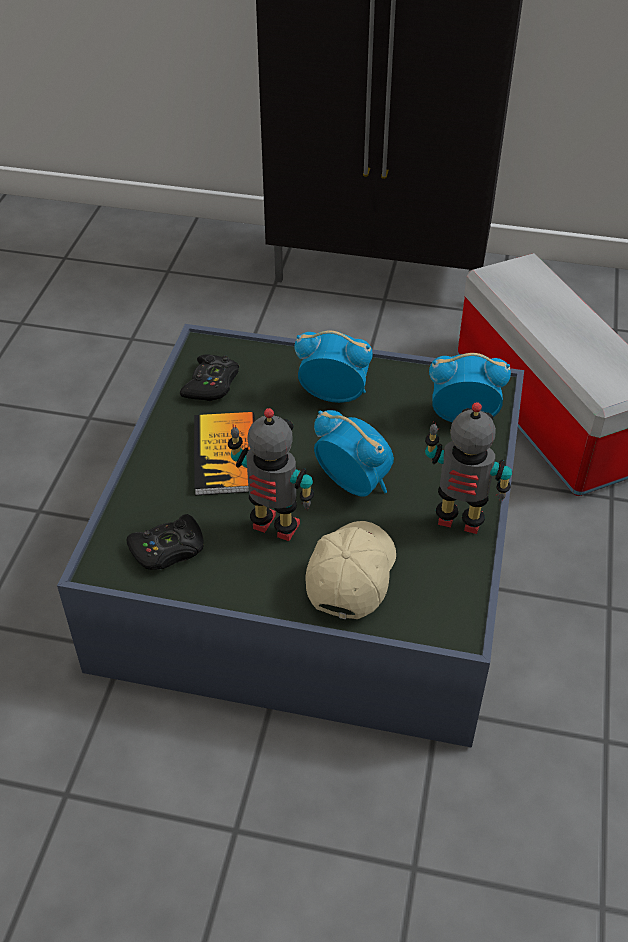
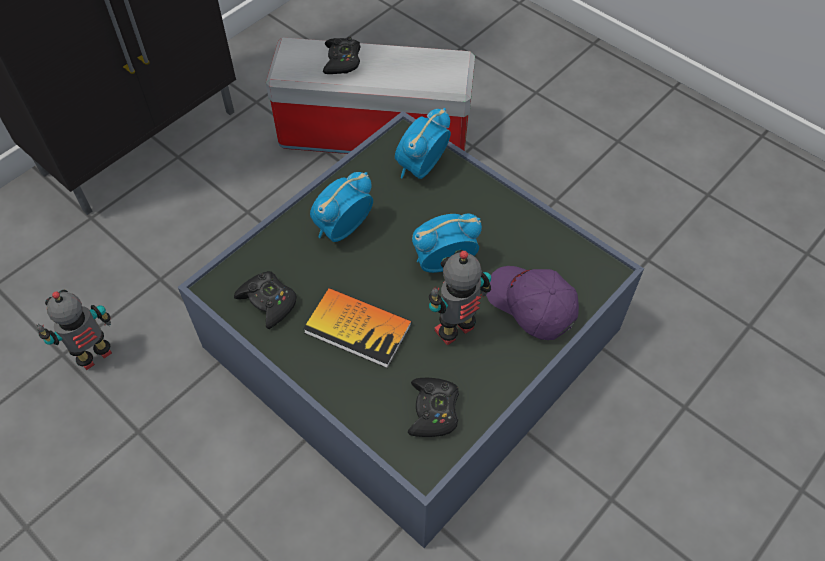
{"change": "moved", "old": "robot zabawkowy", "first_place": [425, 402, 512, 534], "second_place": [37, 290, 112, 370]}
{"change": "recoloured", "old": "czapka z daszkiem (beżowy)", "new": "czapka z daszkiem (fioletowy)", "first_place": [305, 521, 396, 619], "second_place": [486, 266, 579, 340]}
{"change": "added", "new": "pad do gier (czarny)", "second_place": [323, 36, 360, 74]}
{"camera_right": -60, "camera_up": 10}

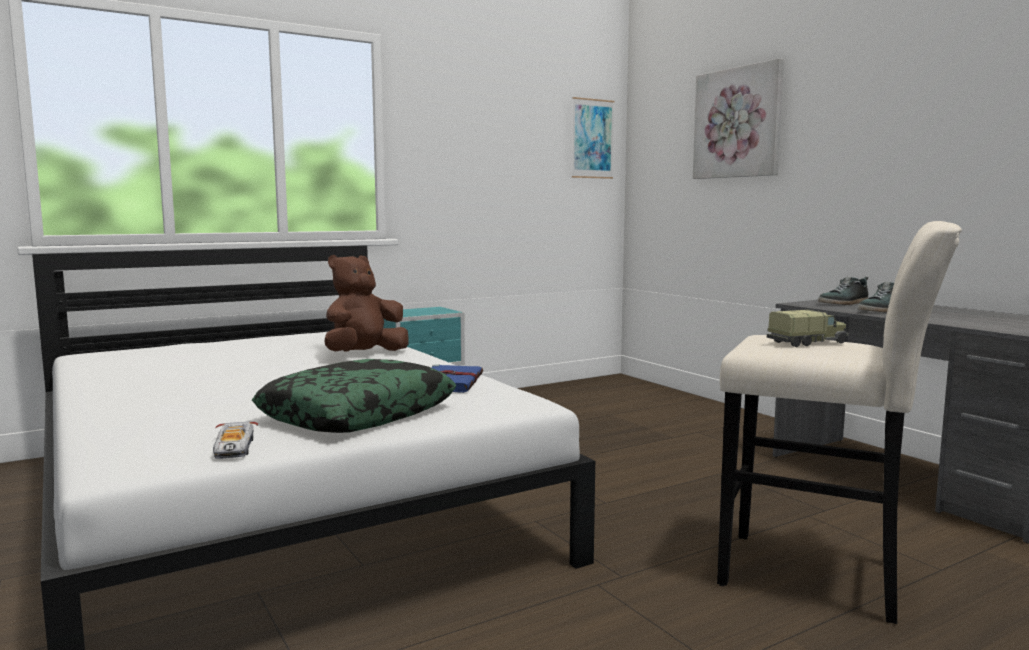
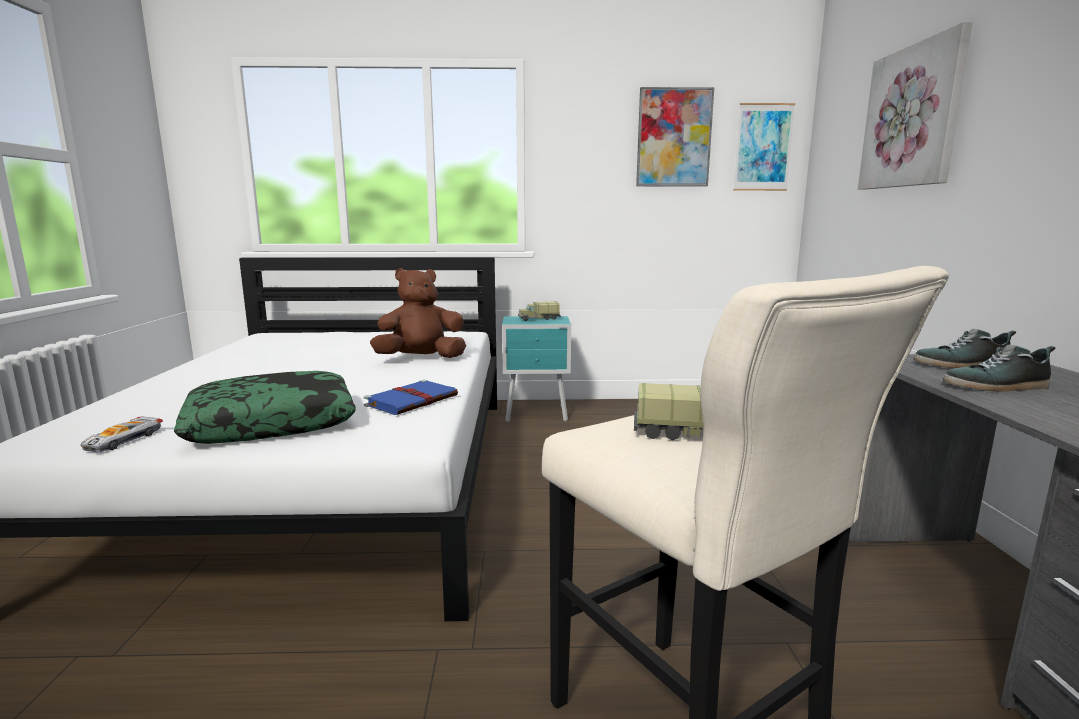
{"change": "added", "new": "obraz", "second_place": [636, 87, 714, 186]}
{"change": "added", "new": "ciężarówka zabawkowa", "second_place": [518, 301, 560, 321]}
{"camera_right": 30, "camera_up": 5}

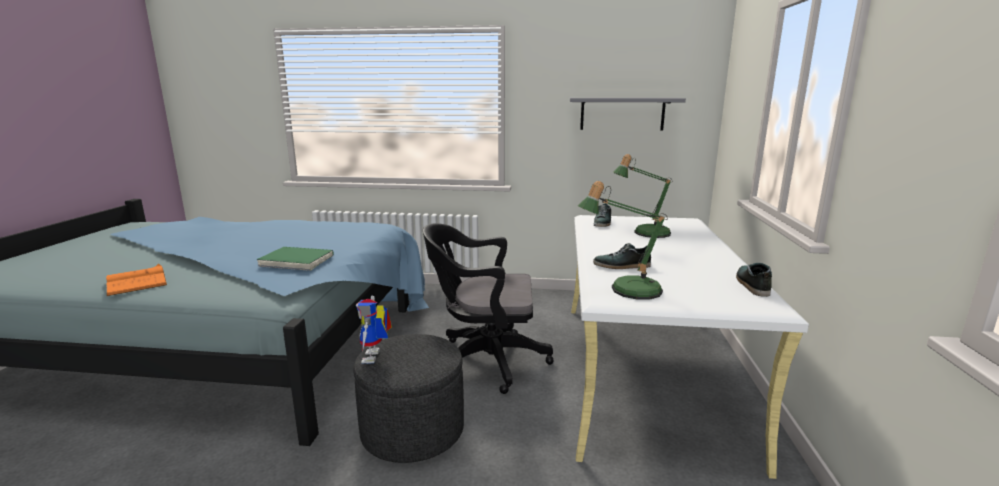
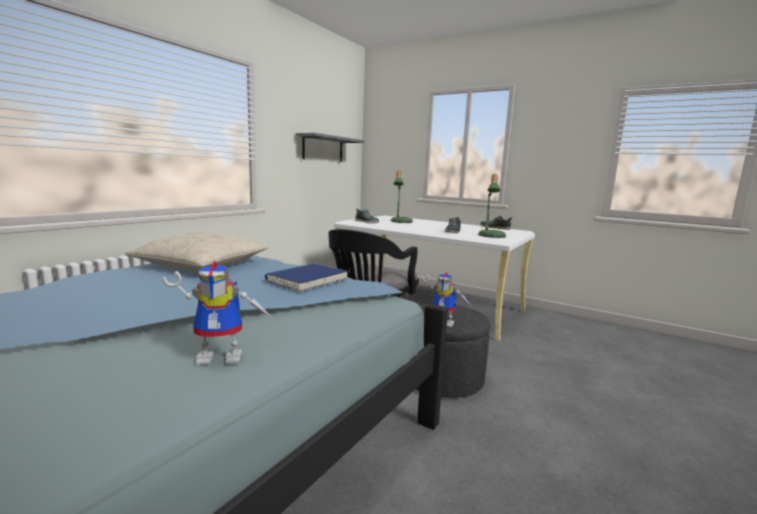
{"change": "recoloured", "old": "książka (zielony)", "new": "książka (niebieski)", "first_place": [256, 247, 334, 271], "second_place": [265, 263, 348, 292]}
{"change": "replaced", "old": "książka (pomarańczowy)", "new": "robot zabawkowy", "first_place": [106, 264, 167, 296], "second_place": [162, 261, 275, 365]}
{"change": "added", "new": "poduszka (beżowy)", "second_place": [125, 232, 269, 271]}
{"camera_right": -65, "camera_up": -5}

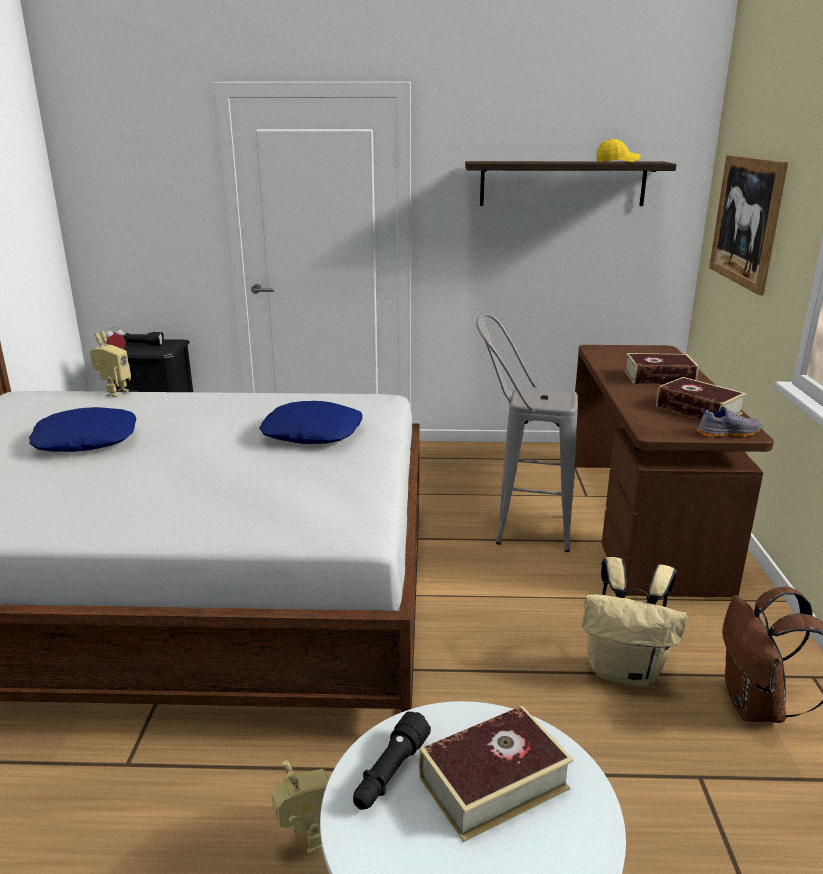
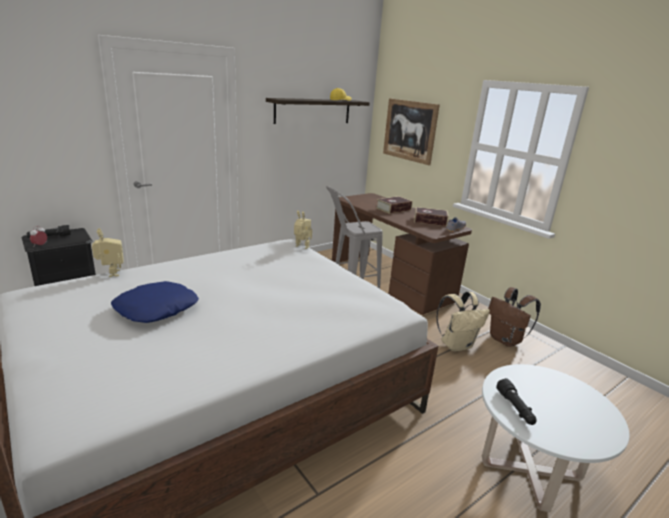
{"change": "removed", "old": "poduszka (niebieski)", "first_place": [259, 401, 363, 444]}
{"change": "removed", "old": "książka", "first_place": [419, 706, 573, 842]}
{"change": "moved", "old": "robot zabawkowy", "first_place": [271, 760, 329, 854], "second_place": [294, 211, 312, 249]}
{"camera_right": -40, "camera_up": 0}

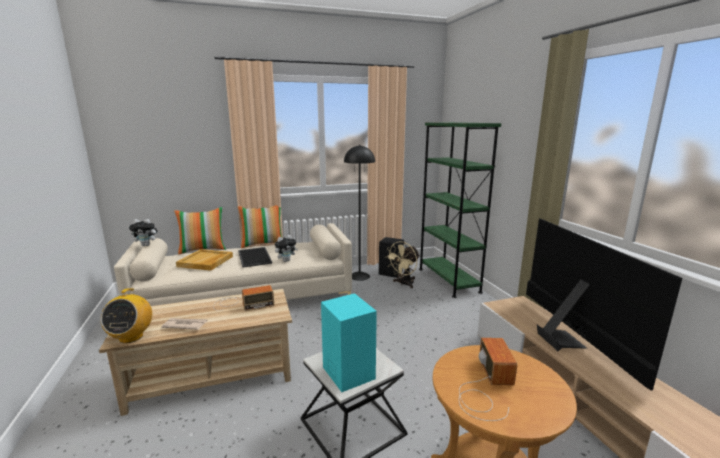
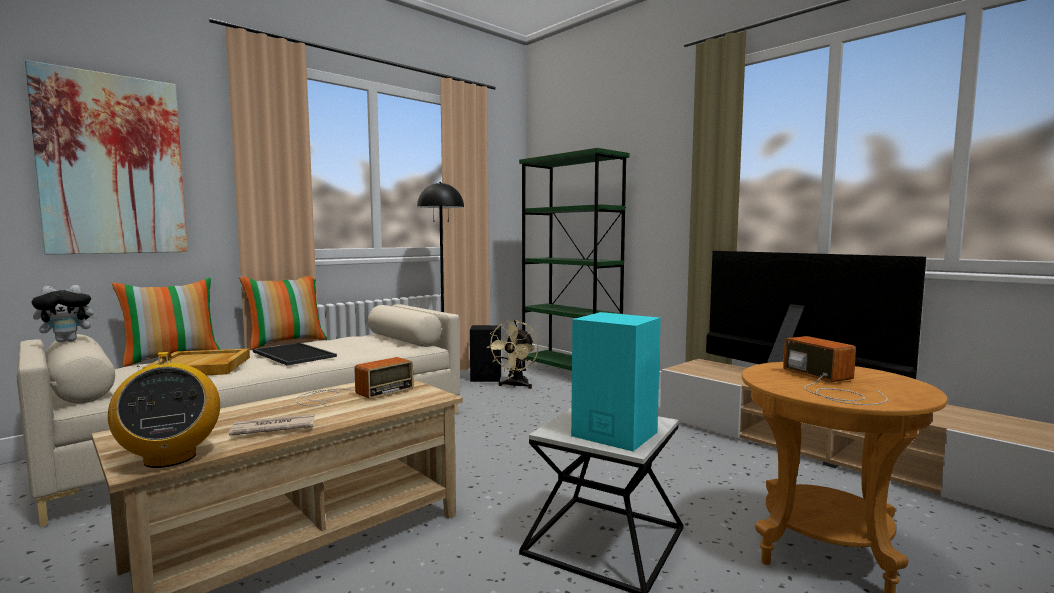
{"change": "removed", "old": "pluszak", "first_place": [275, 235, 298, 262]}
{"change": "added", "new": "obraz", "second_place": [25, 60, 188, 255]}
{"camera_right": -25, "camera_up": -10}

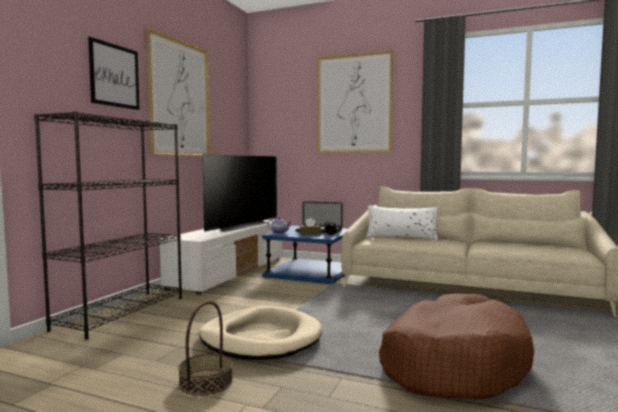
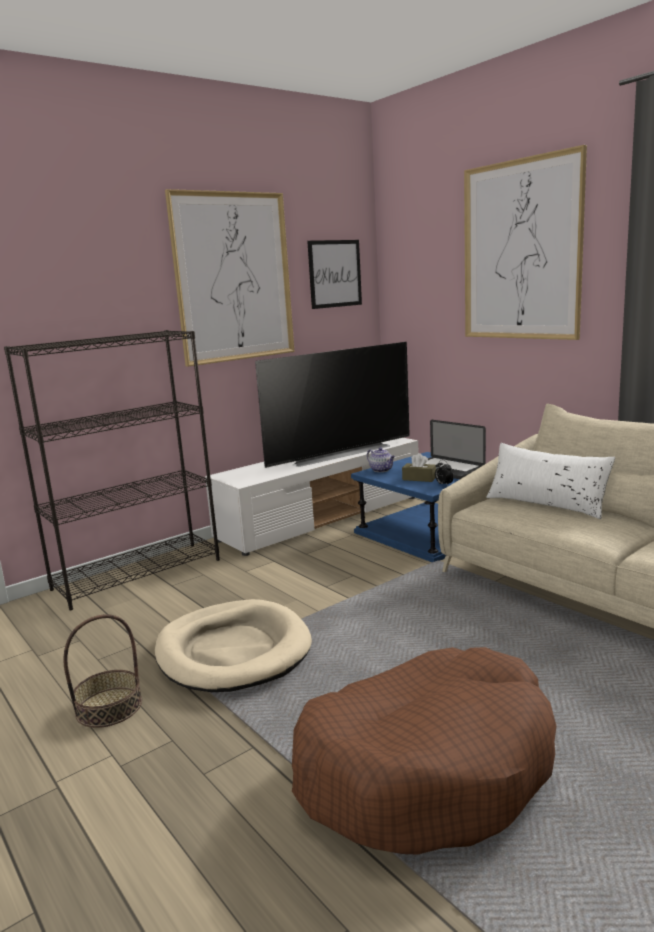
{"change": "moved", "old": "obraz", "first_place": [88, 37, 140, 110], "second_place": [307, 240, 362, 309]}
{"camera_right": 30, "camera_up": 10}

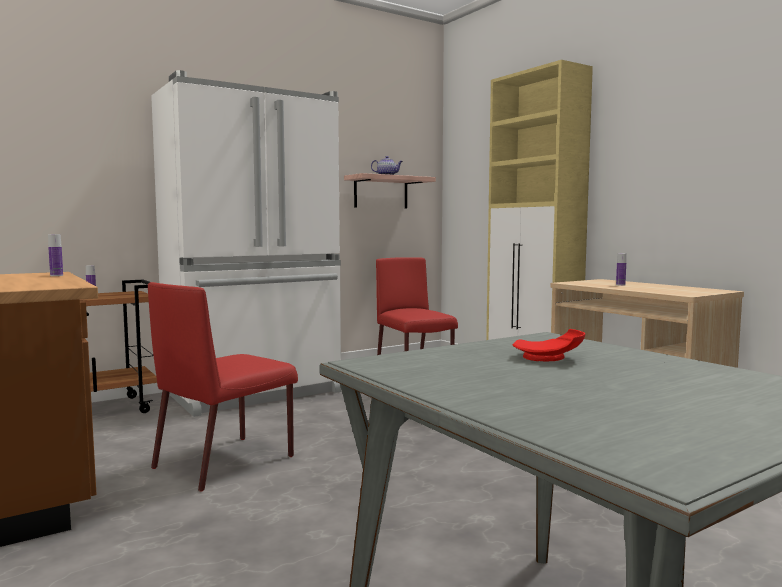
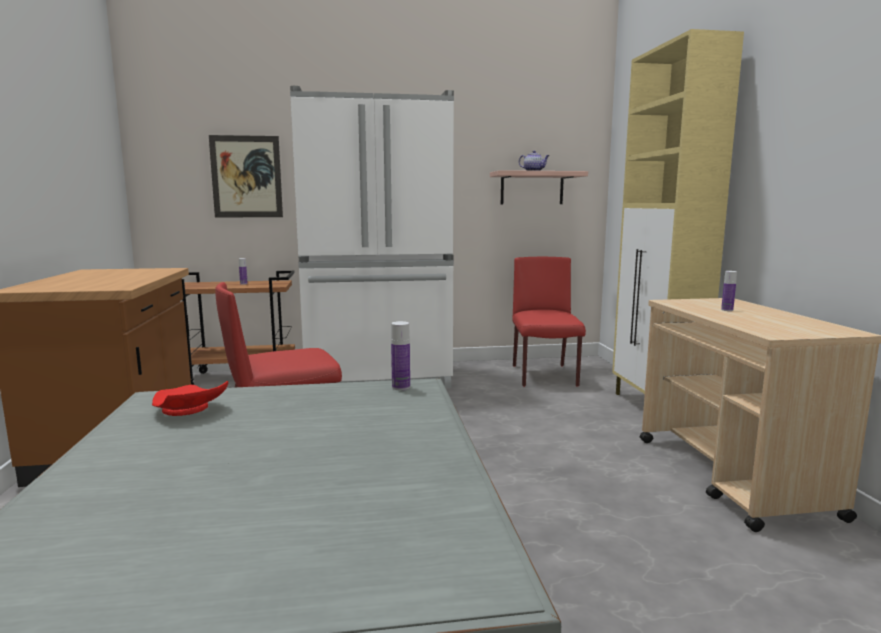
{"change": "moved", "old": "butelka", "first_place": [48, 234, 63, 276], "second_place": [391, 321, 410, 390]}
{"change": "moved", "old": "talerz (czerwony)", "first_place": [512, 329, 585, 362], "second_place": [152, 381, 228, 416]}
{"change": "added", "new": "obraz", "second_place": [209, 135, 283, 217]}
{"camera_right": 25, "camera_up": 5}

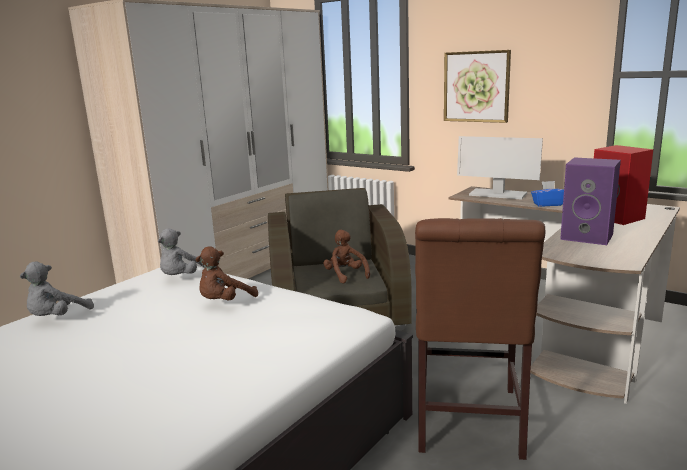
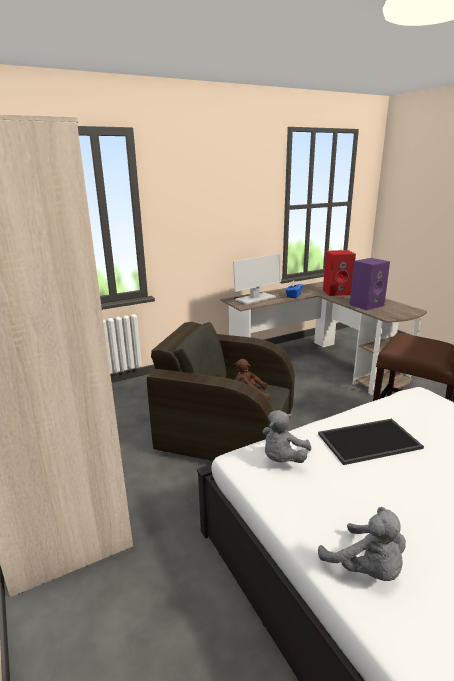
{"change": "removed", "old": "obraz", "first_place": [444, 50, 511, 123]}
{"change": "turned", "old": "pluszak (szary)", "first_place": [158, 228, 205, 275], "second_place": [263, 410, 311, 463], "degrees": 75}
{"change": "replaced", "old": "pluszak (brązowy)", "new": "taca", "first_place": [196, 246, 258, 300], "second_place": [318, 419, 424, 465]}
{"camera_right": -65, "camera_up": 5}

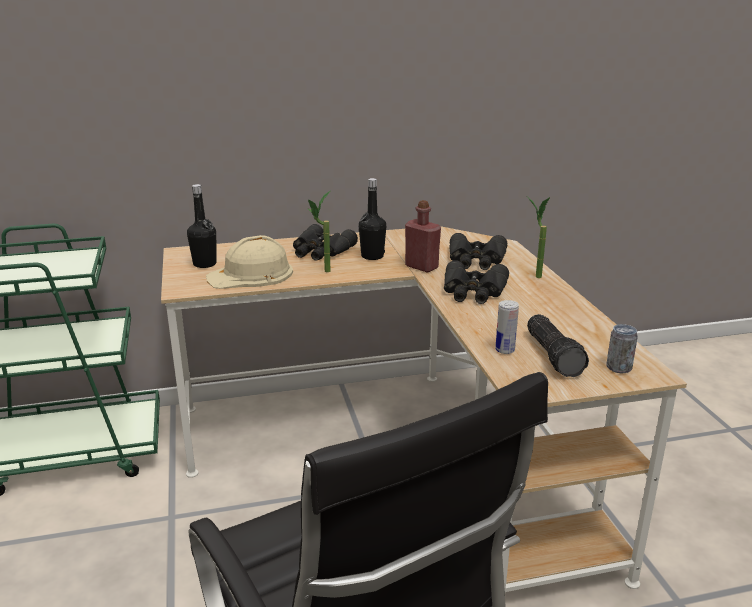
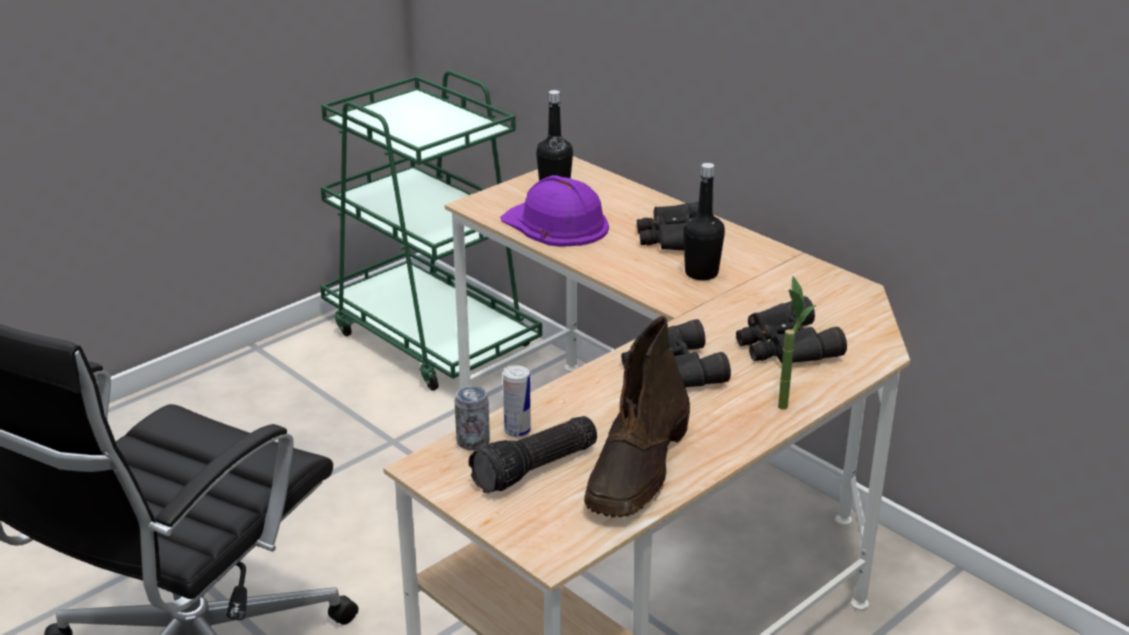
{"change": "removed", "old": "roślina doniczkowa", "first_place": [307, 191, 331, 272]}
{"change": "removed", "old": "butelka (czerwony)", "first_place": [405, 200, 441, 272]}
{"change": "recoloured", "old": "kask (beżowy)", "new": "kask (fioletowy)", "first_place": [206, 235, 293, 289], "second_place": [500, 175, 609, 247]}
{"change": "moved", "old": "puszka", "first_place": [606, 324, 638, 374], "second_place": [455, 386, 490, 451]}
{"change": "added", "new": "but z cholewką (brązowy)", "second_place": [584, 316, 690, 518]}
{"camera_right": 60, "camera_up": 5}

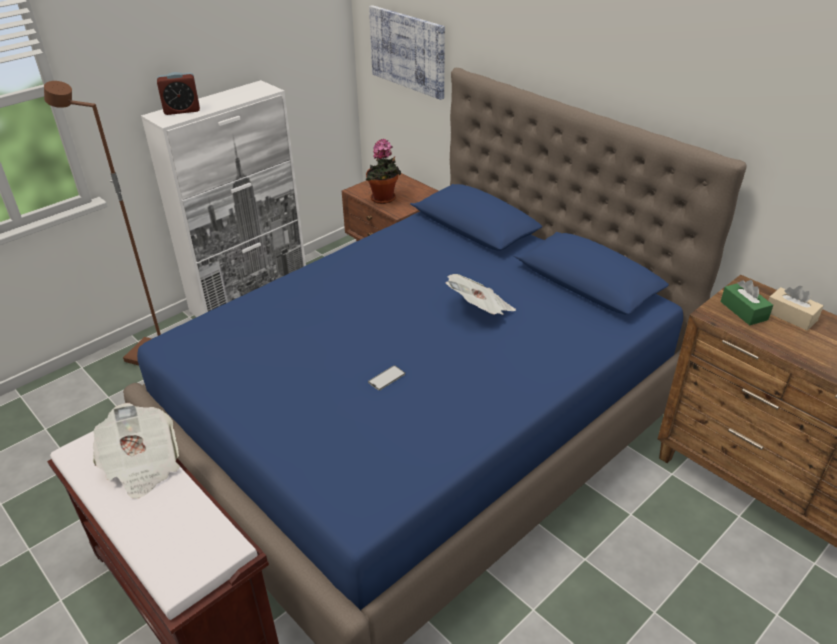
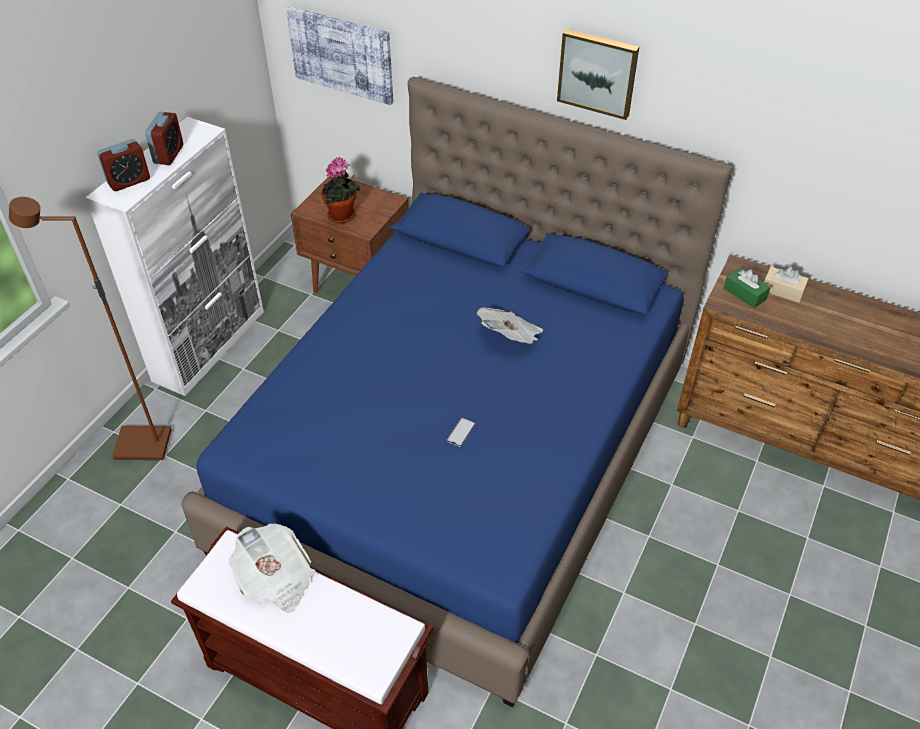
{"change": "added", "new": "obraz", "second_place": [557, 29, 639, 120]}
{"change": "added", "new": "budzik", "second_place": [145, 112, 183, 165]}
{"camera_right": -20, "camera_up": 10}

